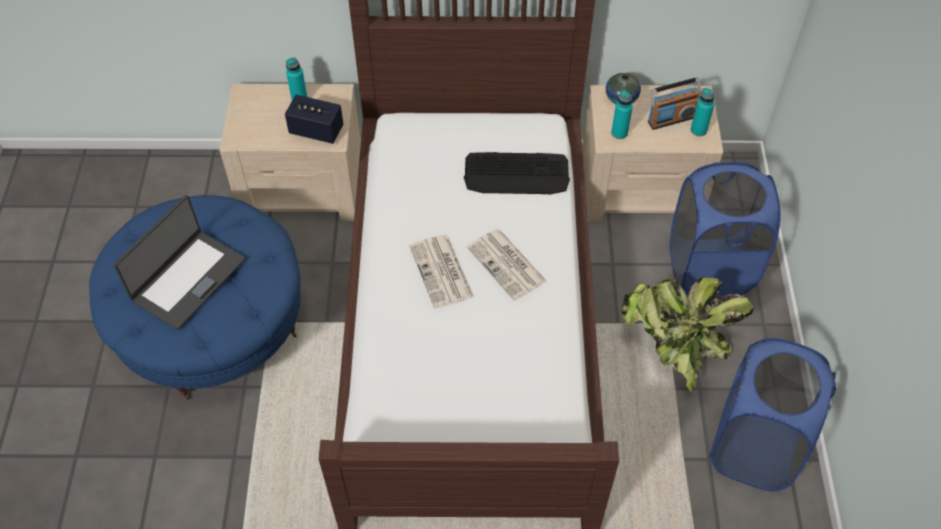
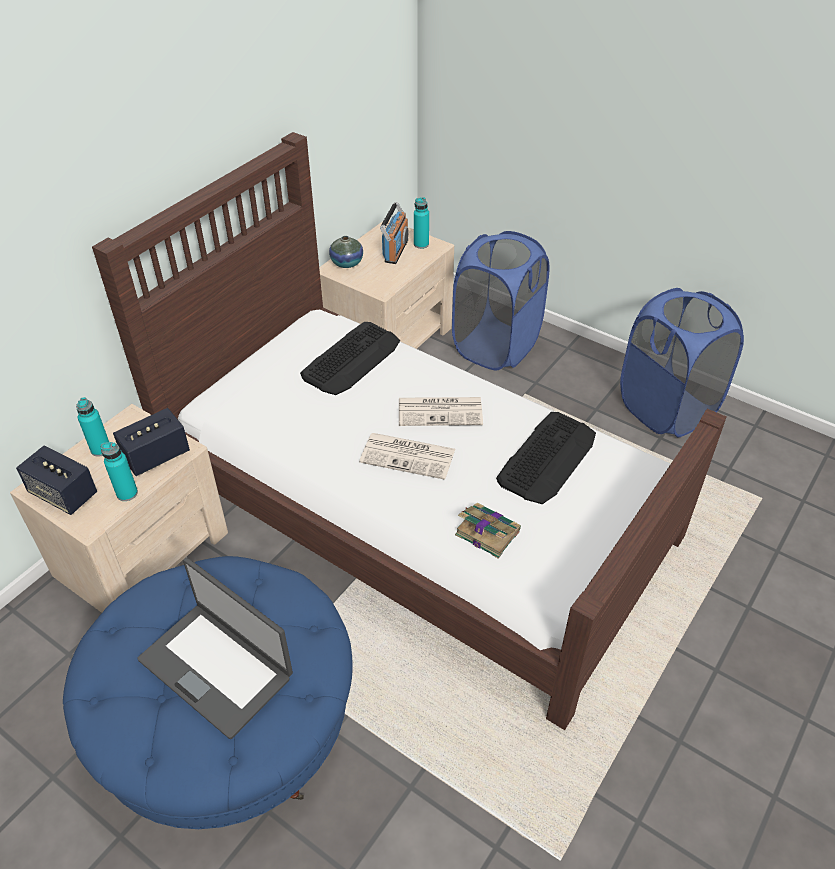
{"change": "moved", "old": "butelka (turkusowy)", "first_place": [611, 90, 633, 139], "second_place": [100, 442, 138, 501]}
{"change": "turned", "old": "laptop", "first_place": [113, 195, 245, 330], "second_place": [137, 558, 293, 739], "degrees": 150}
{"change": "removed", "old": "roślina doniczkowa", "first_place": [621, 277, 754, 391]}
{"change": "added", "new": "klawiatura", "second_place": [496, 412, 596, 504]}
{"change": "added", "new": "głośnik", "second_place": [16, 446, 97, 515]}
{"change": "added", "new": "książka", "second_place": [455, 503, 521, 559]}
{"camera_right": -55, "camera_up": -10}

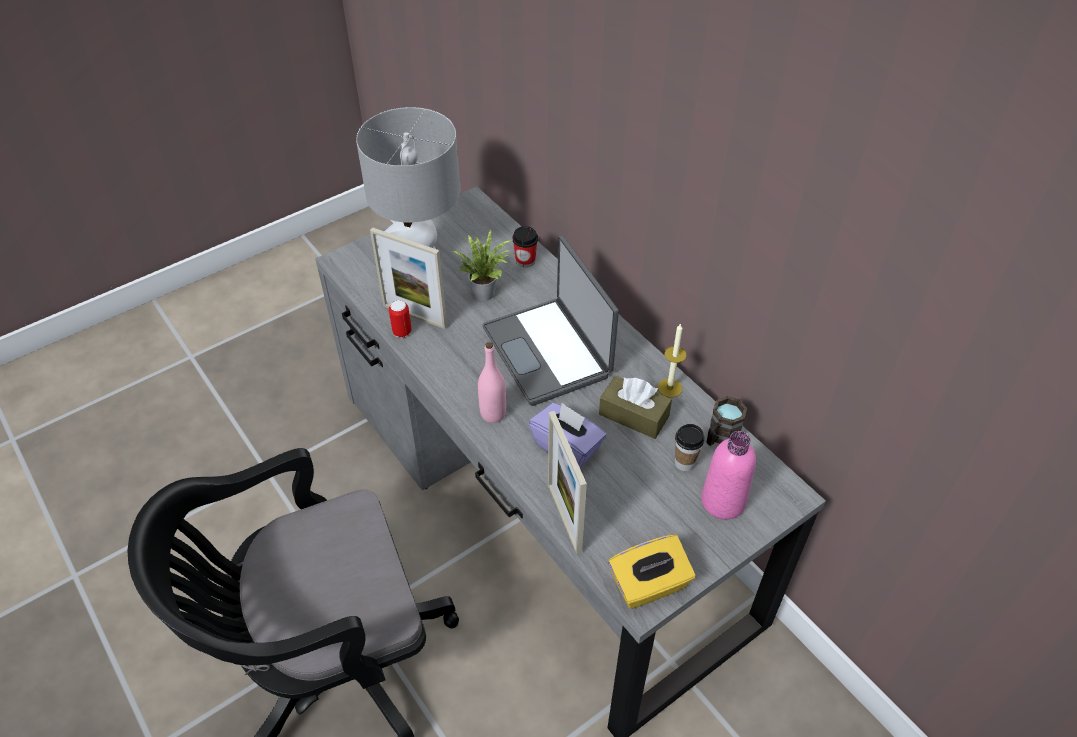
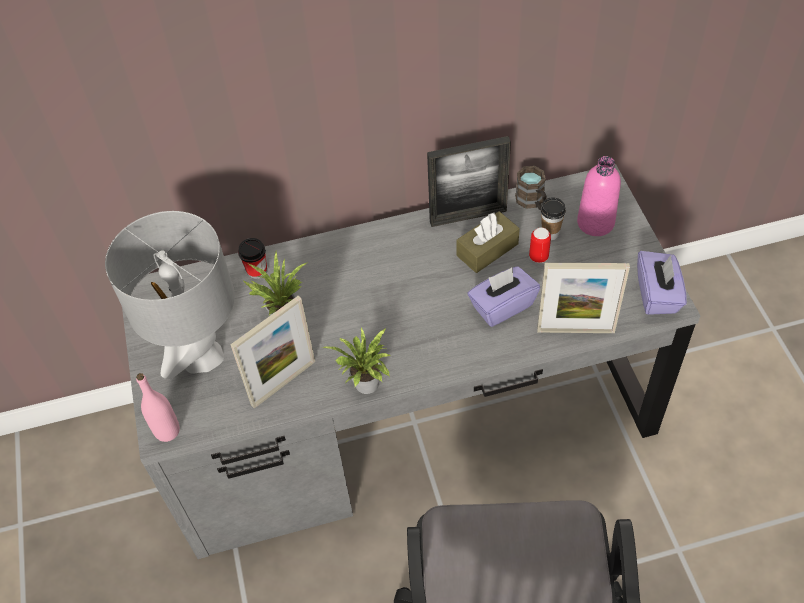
{"change": "removed", "old": "laptop", "first_place": [483, 235, 619, 406]}
{"change": "moved", "old": "puszka", "first_place": [389, 300, 412, 338], "second_place": [529, 227, 551, 263]}
{"change": "replaced", "old": "świeca", "new": "ramka na zdjęcie", "first_place": [657, 323, 687, 398], "second_place": [427, 136, 511, 227]}
{"change": "moved", "old": "butelka (różowy)", "first_place": [478, 342, 506, 423], "second_place": [136, 373, 180, 442]}
{"change": "recoloured", "old": "pudełko chusteczek (żółty)", "new": "pudełko chusteczek (fioletowy)", "first_place": [608, 535, 695, 609], "second_place": [637, 251, 687, 315]}
{"change": "added", "new": "roślina doniczkowa", "second_place": [322, 327, 391, 394]}
{"camera_right": -65, "camera_up": 5}

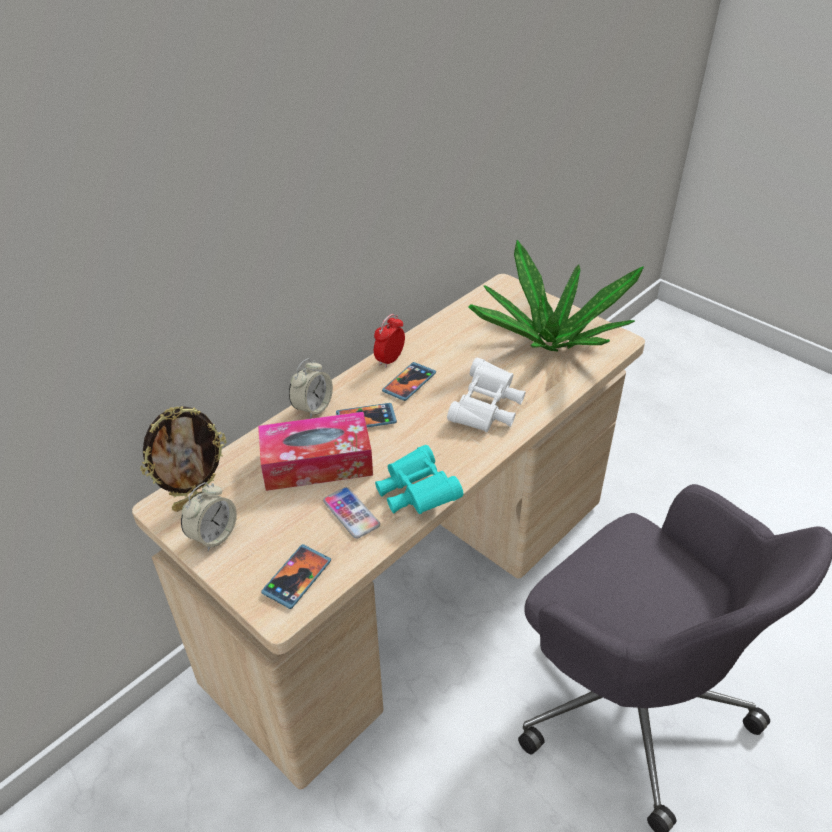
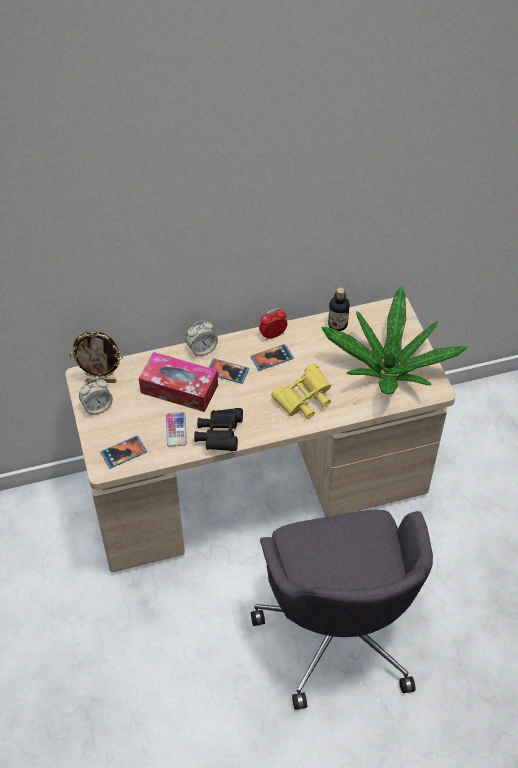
{"change": "recoloured", "old": "lornetka (biały)", "new": "lornetka (żółty)", "first_place": [447, 358, 526, 432], "second_place": [271, 363, 331, 419]}
{"change": "recoloured", "old": "lornetka (turkusowy)", "new": "lornetka (czarny)", "first_place": [375, 445, 463, 514], "second_place": [194, 408, 243, 451]}
{"change": "added", "new": "butelka", "second_place": [328, 287, 349, 331]}
{"camera_right": 30, "camera_up": 10}

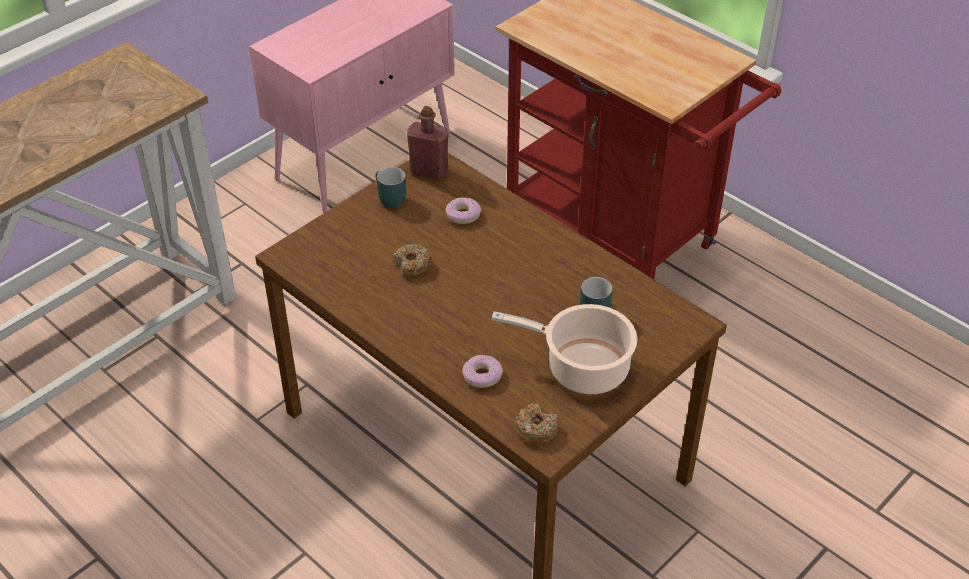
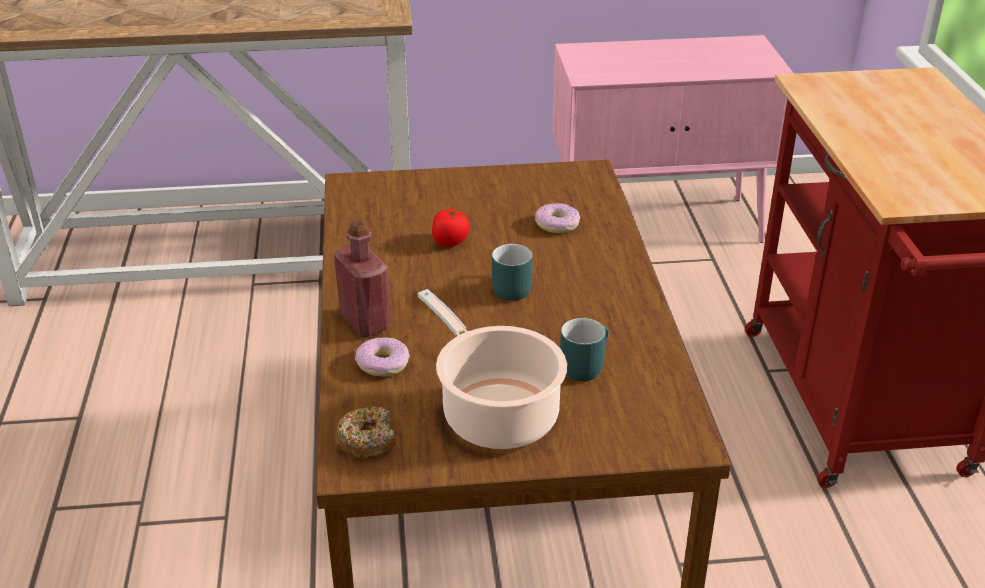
{"change": "moved", "old": "butelka (czerwony)", "first_place": [407, 106, 448, 179], "second_place": [334, 220, 391, 337]}
{"change": "moved", "old": "kubek (turkusowy)", "first_place": [375, 167, 407, 208], "second_place": [492, 244, 533, 301]}
{"change": "replaced", "old": "donut", "new": "pomidor", "first_place": [393, 244, 432, 277], "second_place": [432, 209, 469, 247]}
{"camera_right": 40, "camera_up": -10}

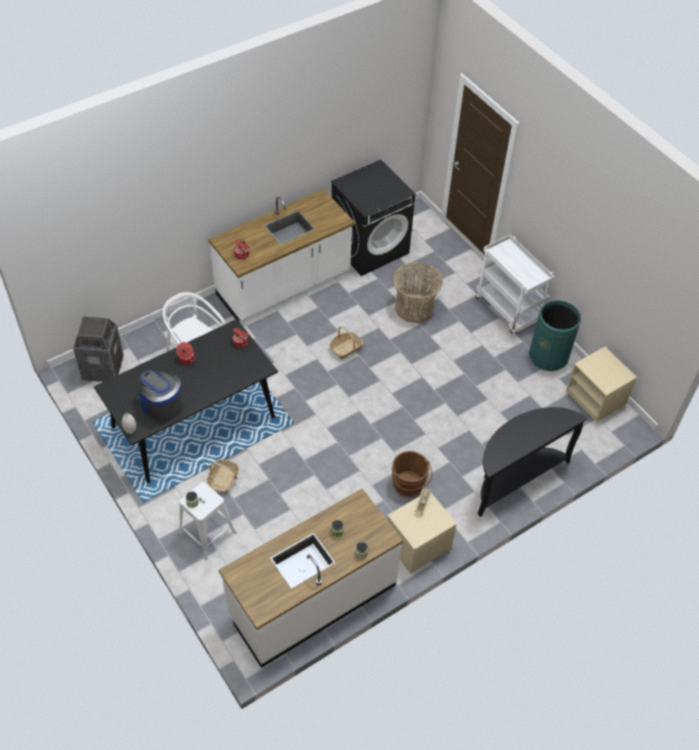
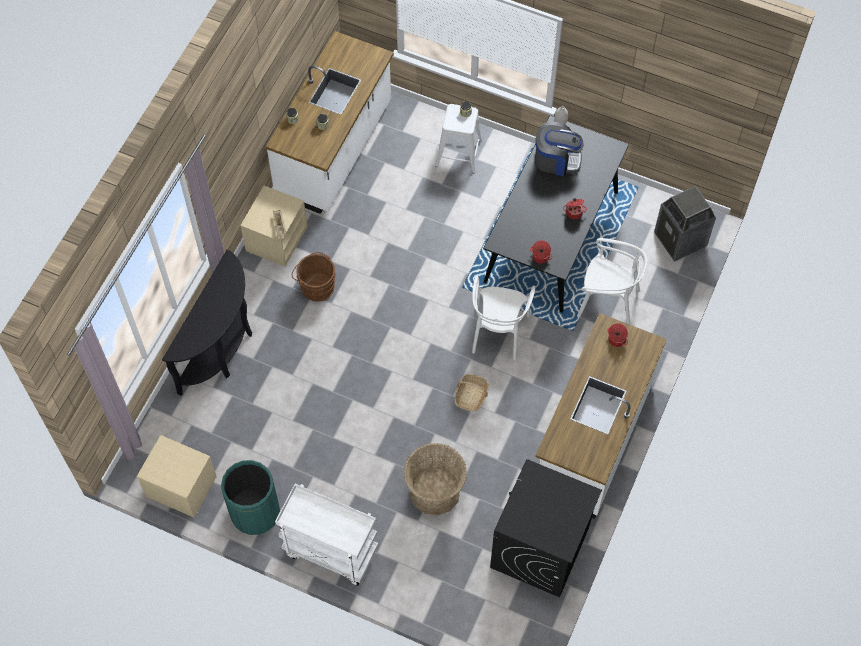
{"change": "removed", "old": "koszyk", "first_place": [207, 459, 240, 493]}
{"change": "added", "new": "krzesło (biały)", "second_place": [472, 276, 536, 361]}
{"camera_right": 150, "camera_up": 10}

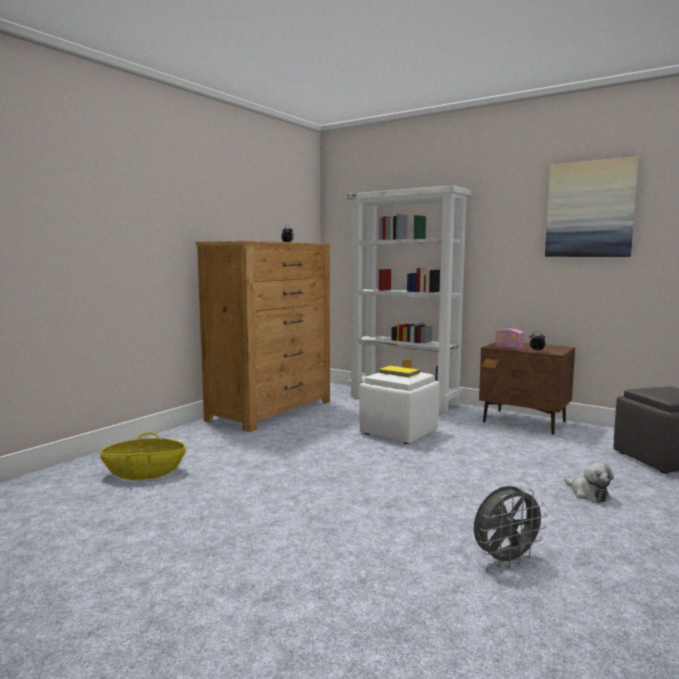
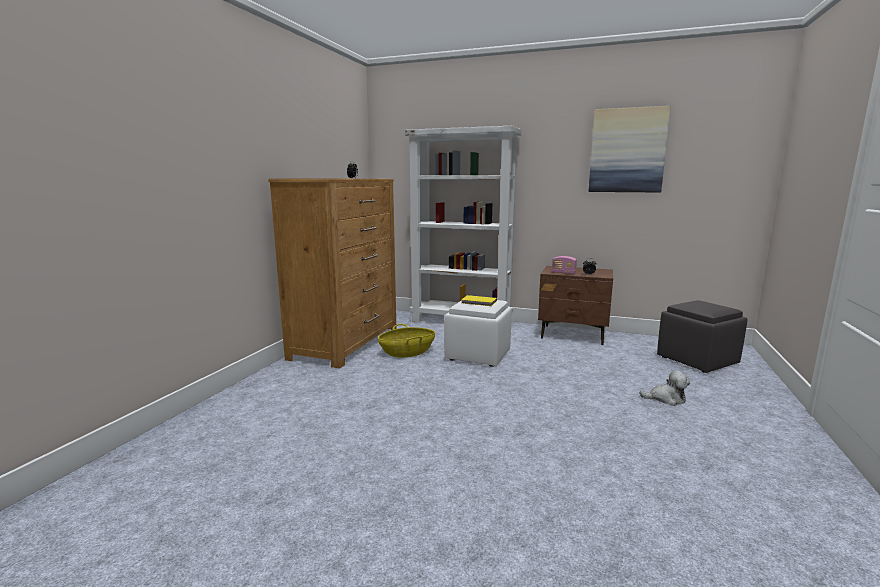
{"change": "moved", "old": "koszyk", "first_place": [100, 432, 186, 480], "second_place": [378, 324, 435, 357]}
{"change": "turned", "old": "pluszak", "first_place": [565, 463, 614, 503], "second_place": [639, 370, 690, 406], "degrees": -45}
{"change": "removed", "old": "wentylator (szary)", "first_place": [474, 486, 547, 568]}
{"camera_right": -15, "camera_up": 5}

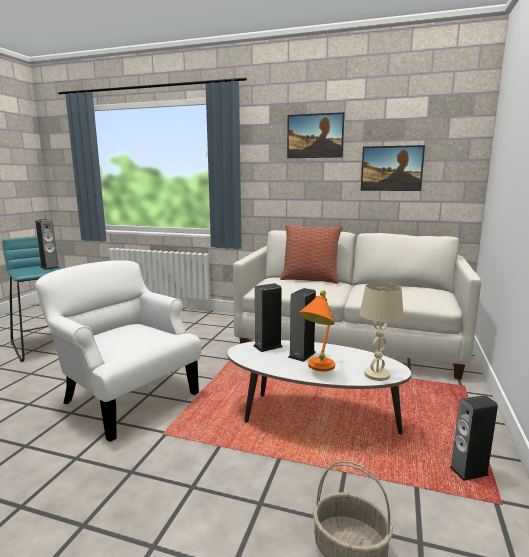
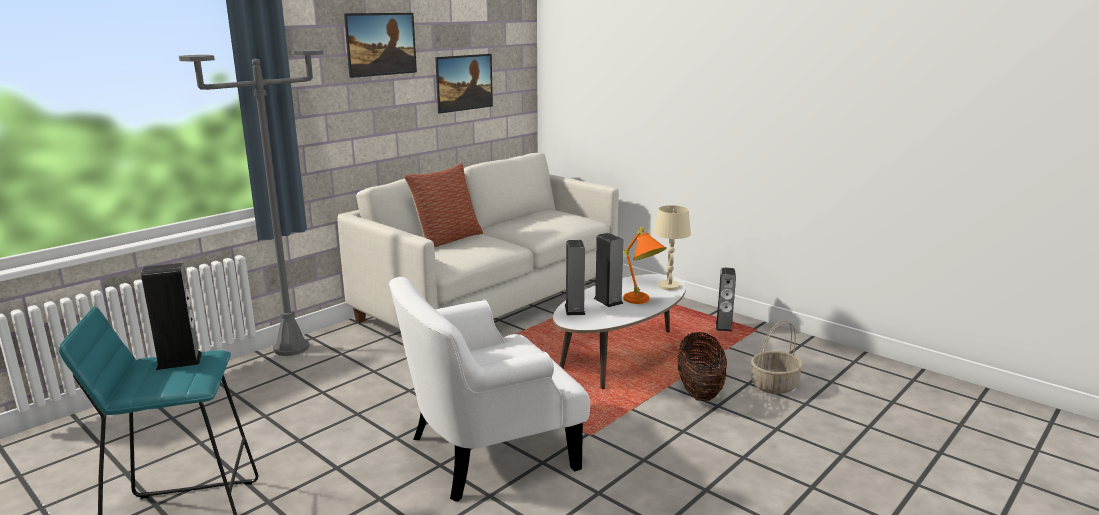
{"change": "added", "new": "lampa stojąca (szary)", "second_place": [179, 49, 323, 356]}
{"change": "added", "new": "koszyk", "second_place": [677, 332, 727, 401]}
{"camera_right": -65, "camera_up": 5}

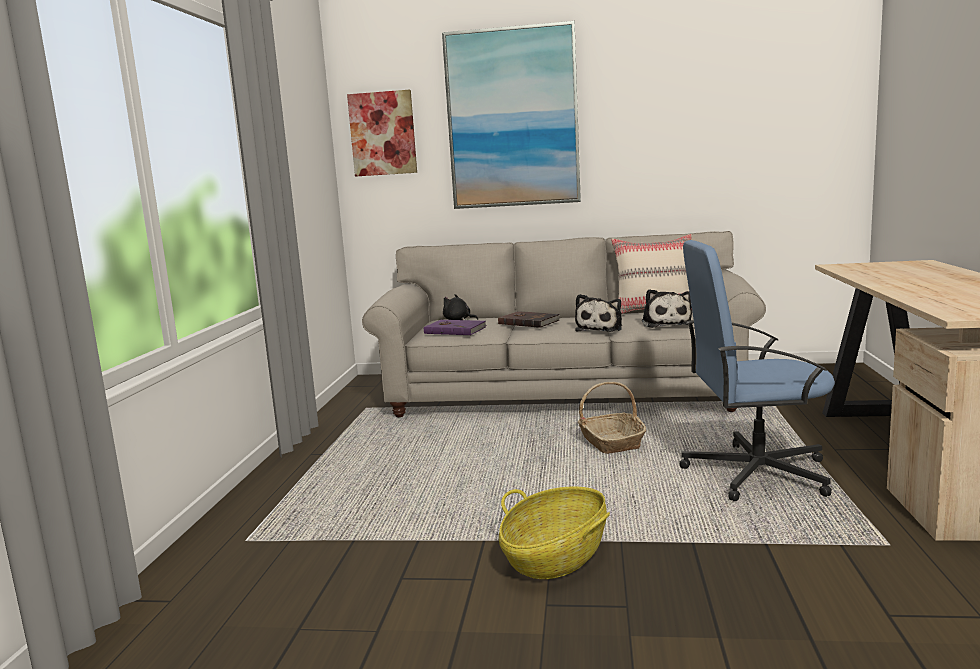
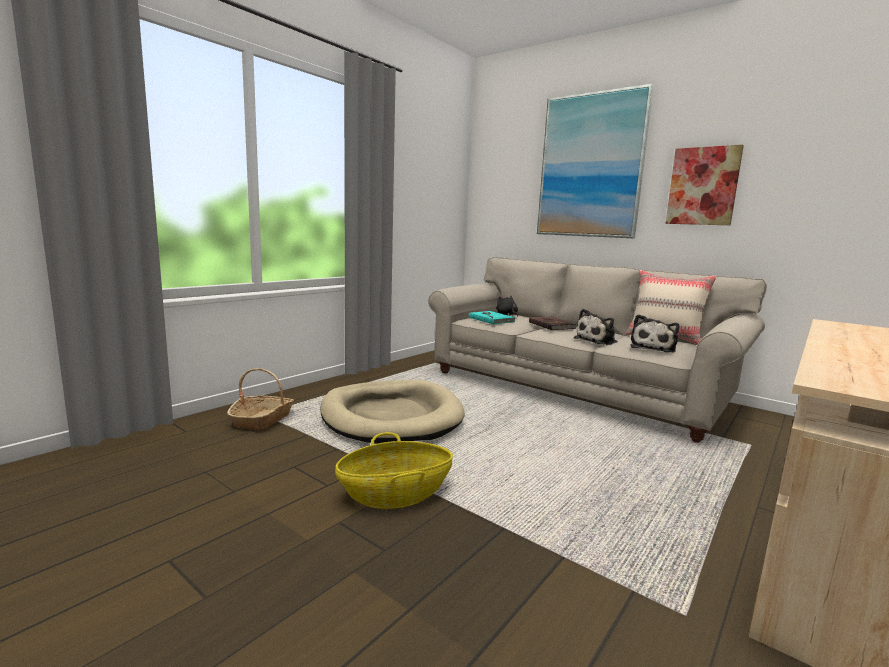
{"change": "moved", "old": "obraz", "first_place": [347, 90, 417, 177], "second_place": [666, 145, 744, 225]}
{"change": "removed", "old": "krzesło biurowe (niebieski)", "first_place": [679, 240, 835, 501]}
{"change": "recoloured", "old": "książka (fioletowy)", "new": "książka (turkusowy)", "first_place": [424, 320, 487, 335], "second_place": [469, 311, 515, 324]}
{"change": "moved", "old": "koszyk", "first_place": [578, 382, 646, 454], "second_place": [227, 368, 294, 431]}
{"change": "added", "new": "legowisko (beżowy)", "second_place": [320, 380, 465, 444]}
{"camera_right": 30, "camera_up": 0}

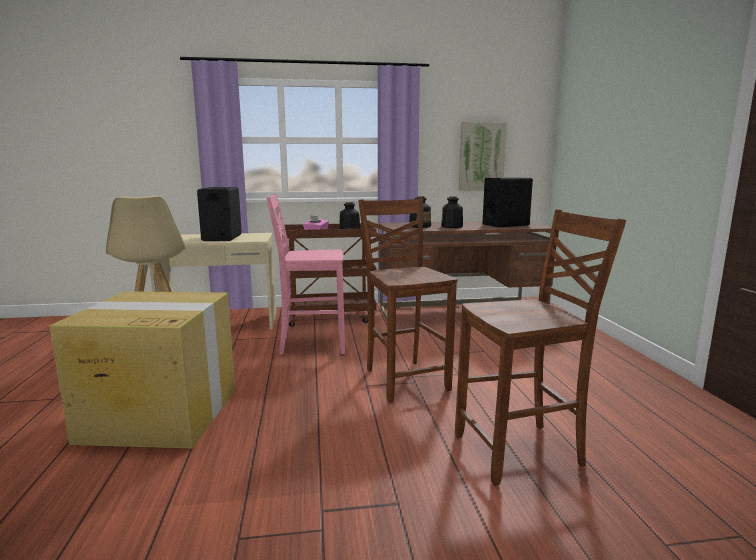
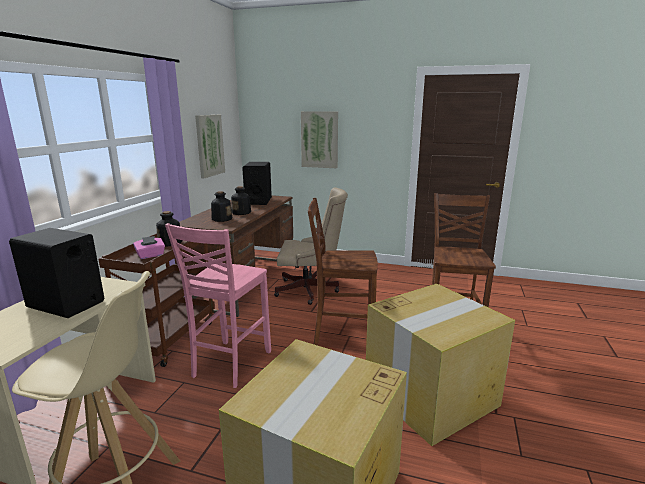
{"change": "added", "new": "obraz", "second_place": [301, 111, 338, 168]}
{"change": "added", "new": "krzesło biurowe (beżowy)", "second_place": [274, 187, 348, 305]}
{"change": "added", "new": "karton", "second_place": [366, 284, 515, 446]}
{"camera_right": -65, "camera_up": 5}

